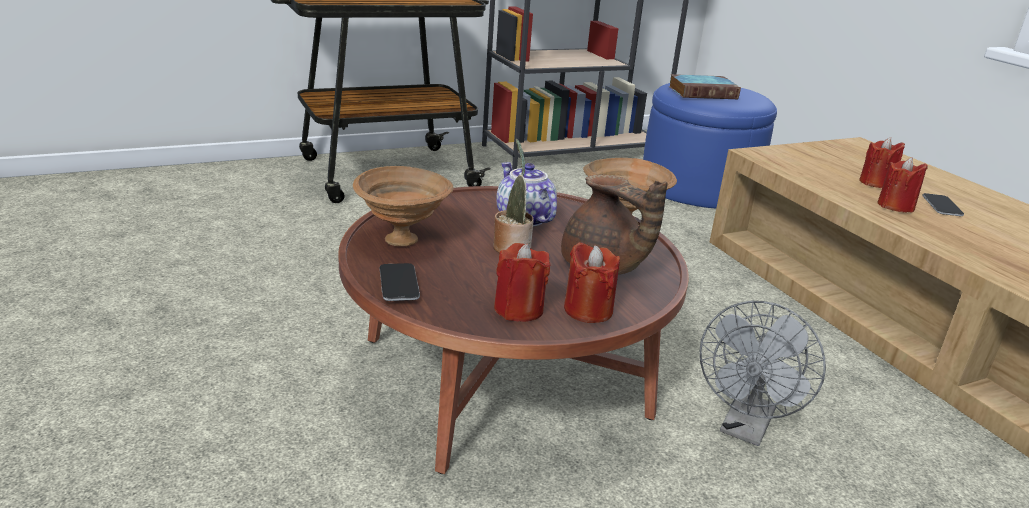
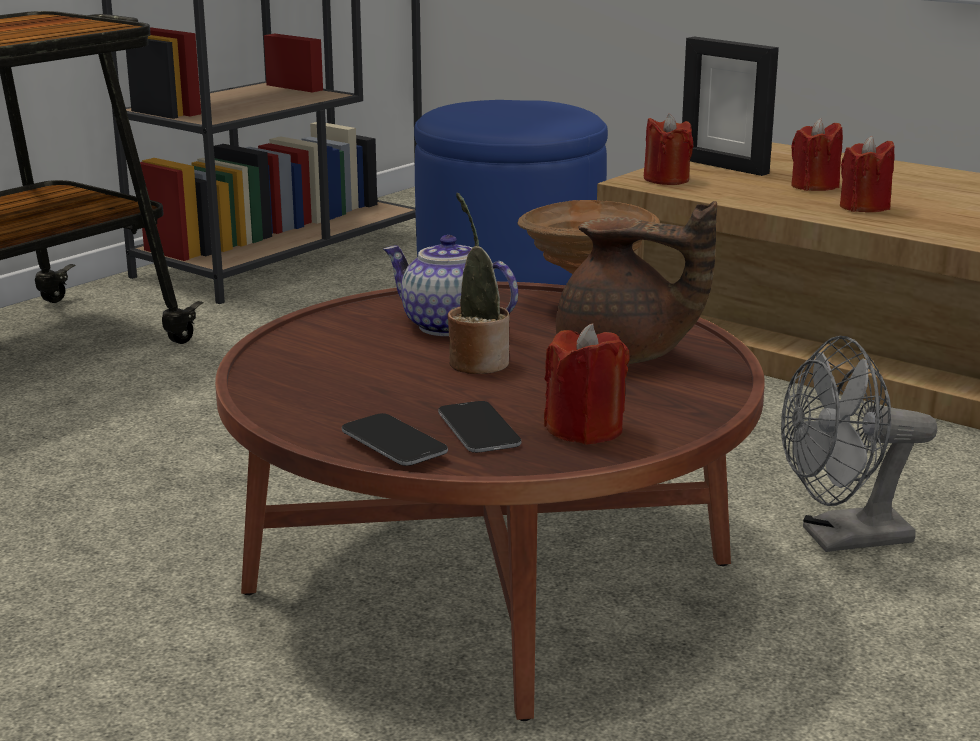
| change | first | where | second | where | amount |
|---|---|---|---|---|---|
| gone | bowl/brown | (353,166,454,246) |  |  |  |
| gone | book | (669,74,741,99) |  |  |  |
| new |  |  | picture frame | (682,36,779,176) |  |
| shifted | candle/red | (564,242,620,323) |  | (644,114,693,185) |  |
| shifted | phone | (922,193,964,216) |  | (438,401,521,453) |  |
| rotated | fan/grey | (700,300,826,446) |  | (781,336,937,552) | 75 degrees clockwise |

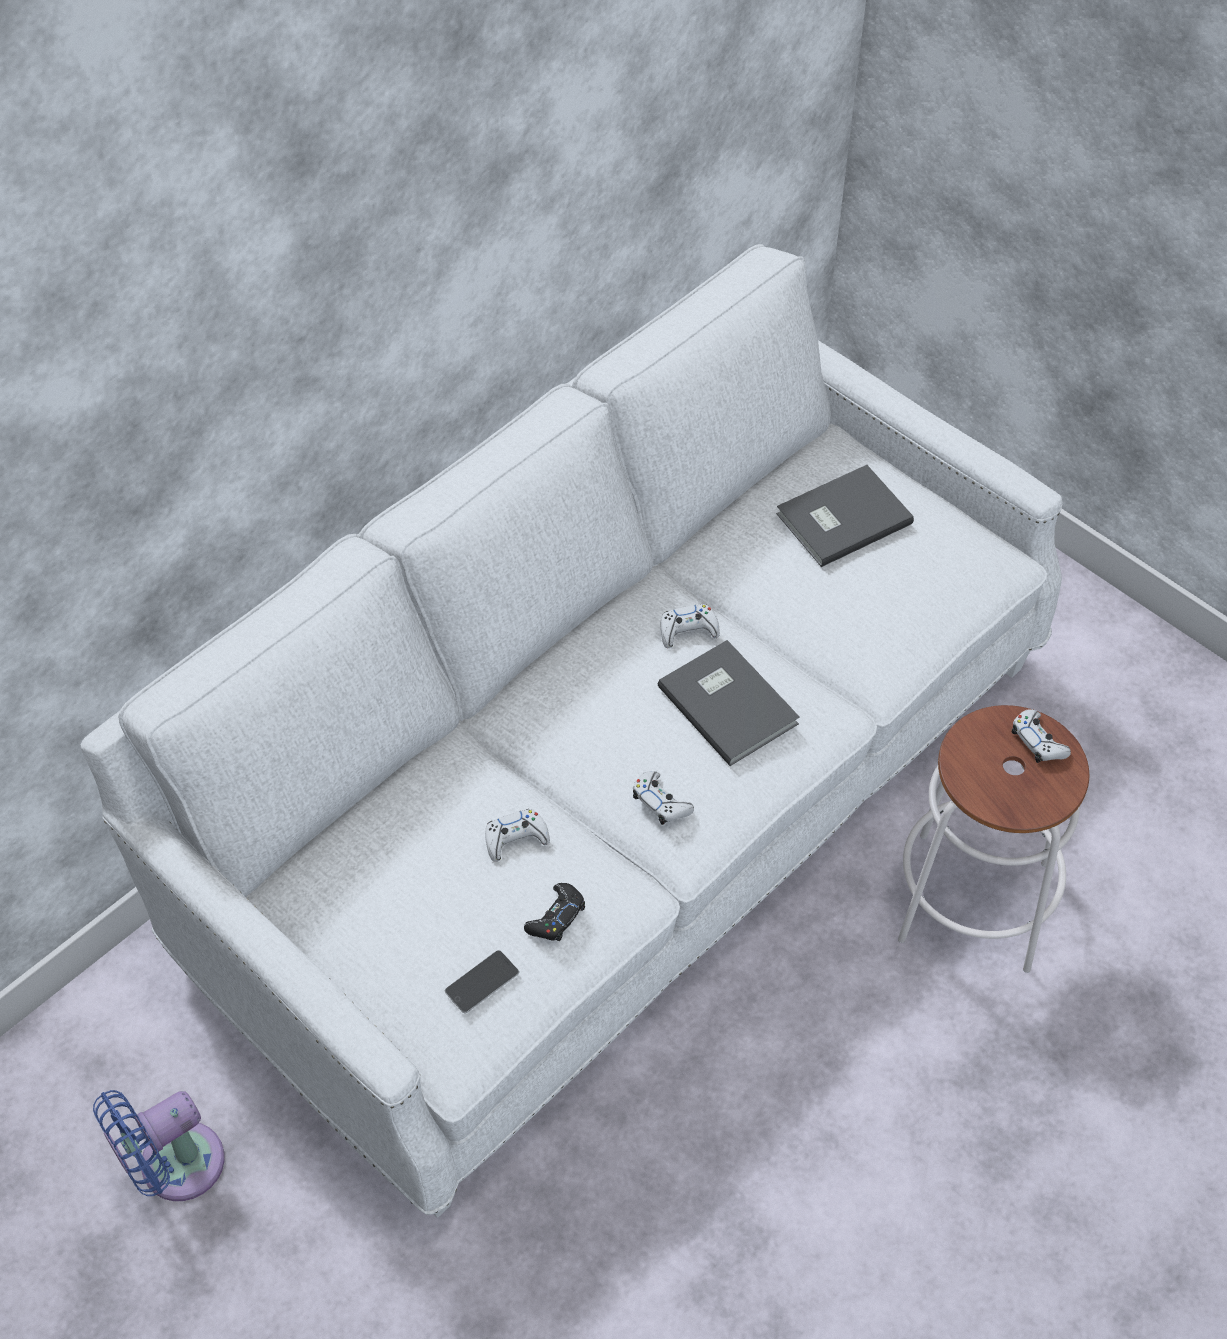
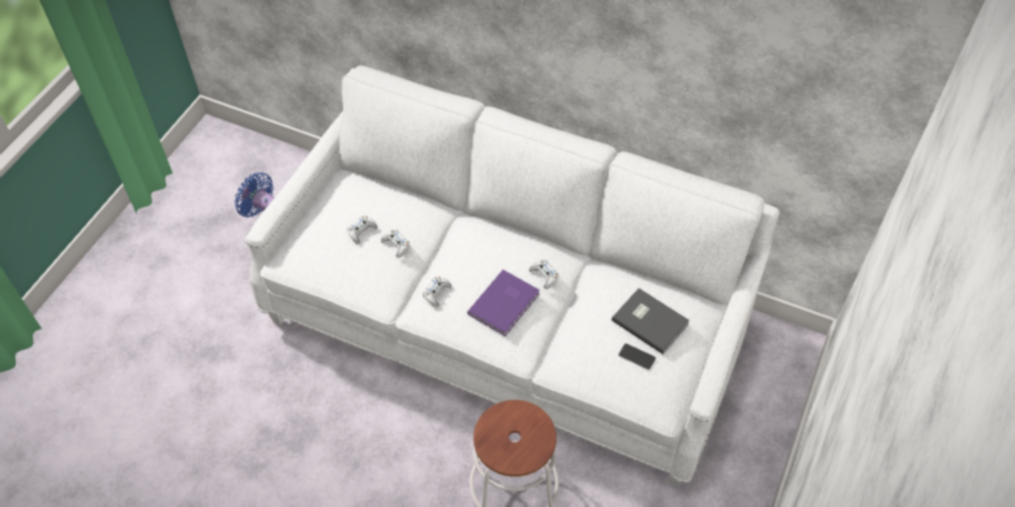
| change | first | where | second | where | amount |
|---|---|---|---|---|---|
| gone | game controller/black | (524,883,585,941) |  |  |  |
| shifted | phone | (445,950,519,1013) |  | (618,343,656,370) |  |
| shifted | game controller/white | (1012,709,1071,763) |  | (347,216,377,244) |  |
| repainted | book/grey | (658,640,800,766) | book/purple | (467,270,540,336) |  |

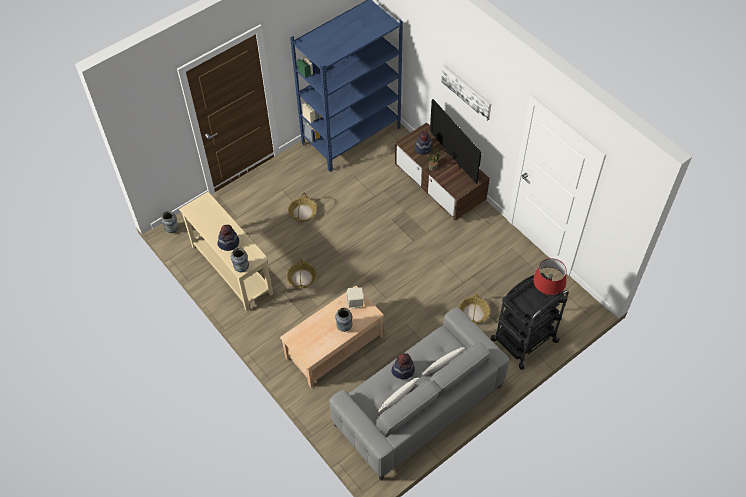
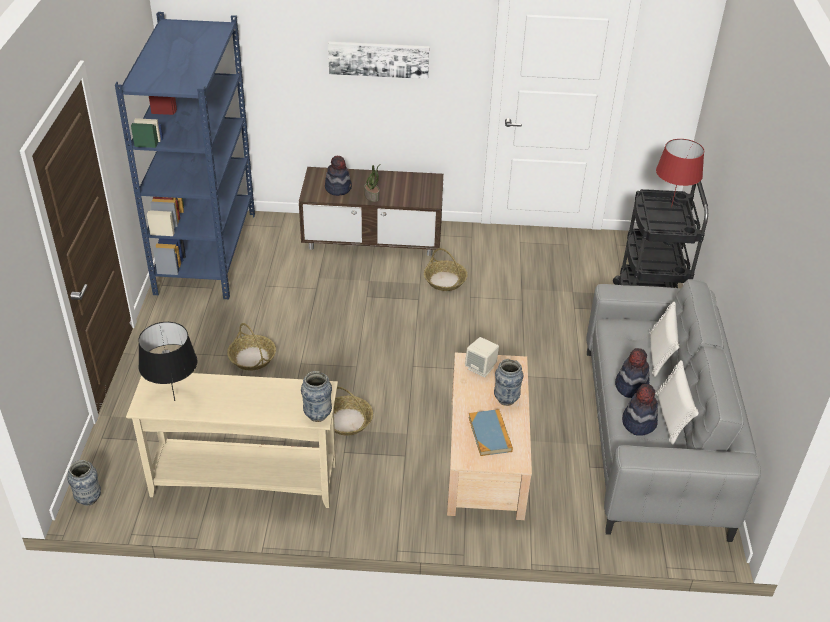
| change | first | where | second | where | amount |
|---|---|---|---|---|---|
| gone | television | (430,99,482,184) |  |  |  |
| new |  |  | table lamp/black | (138,322,198,401) |  |
| new |  |  | book | (468,409,513,456) |  |
| shifted | hat | (217,225,239,251) |  | (622,384,658,436) |  |
| shifted | basket | (459,292,490,324) |  | (424,248,468,291) |  |

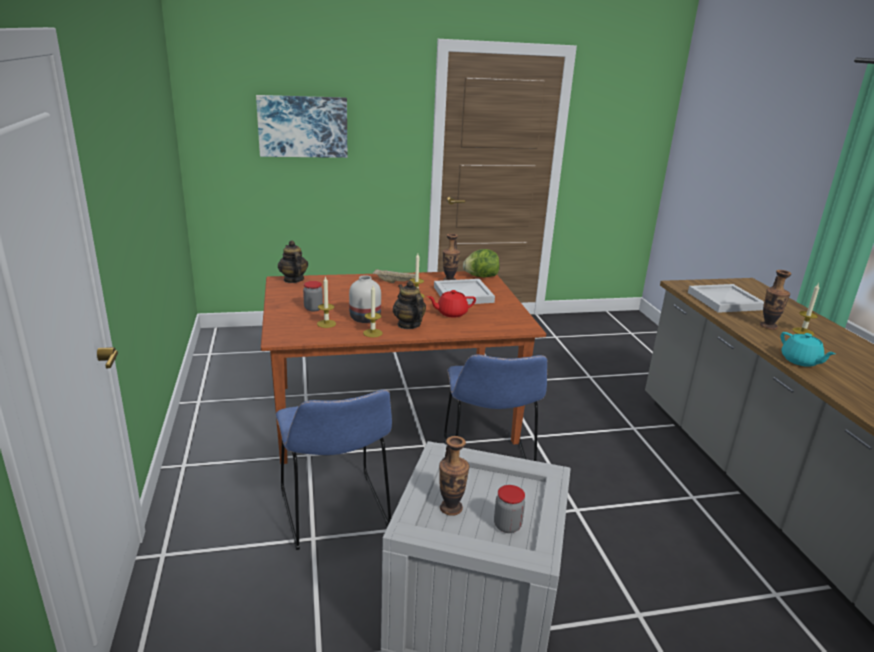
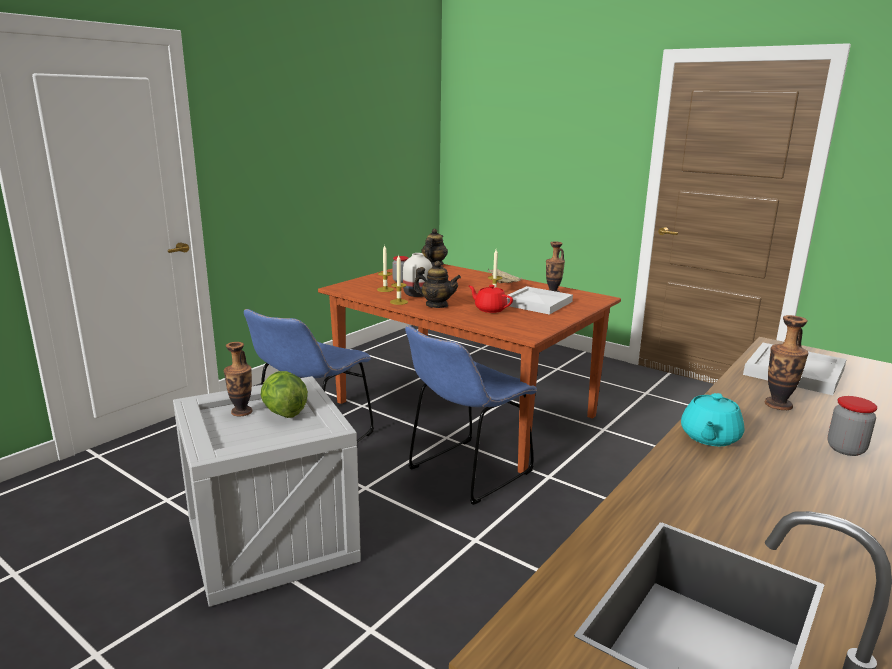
| change | first | where | second | where | amount |
|---|---|---|---|---|---|
| gone | picture | (256,95,347,158) |  |  |  |
| gone | candle | (793,284,819,336) |  |  |  |
| shifted | lettuce | (463,249,500,277) |  | (261,371,308,418) |  |
| shifted | jar | (494,485,525,533) |  | (828,396,877,456) |  |
| rotated | teapot | (393,281,426,329) |  | (413,261,461,308) | 90 degrees clockwise |

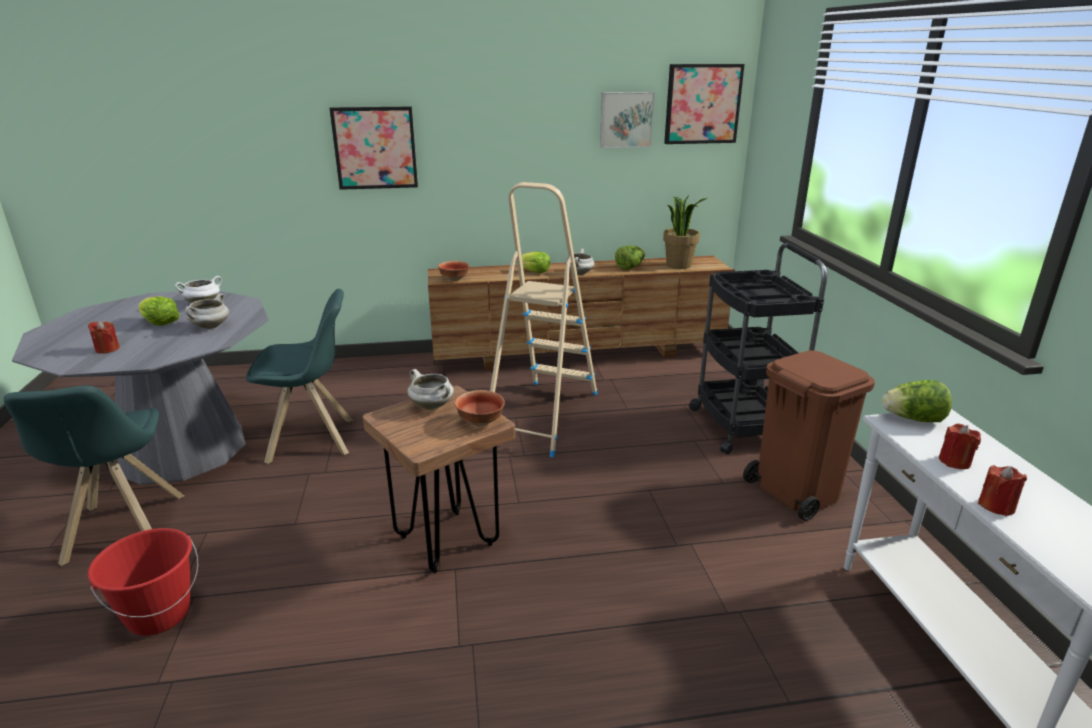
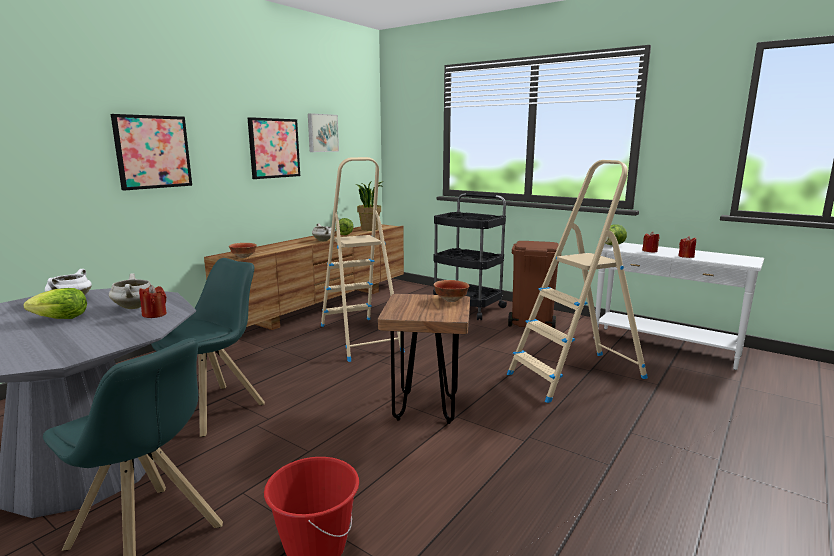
| change | first | where | second | where | amount |
|---|---|---|---|---|---|
| gone | cooking pot/white | (407,369,454,410) |  |  |  |
| gone | lettuce | (516,252,550,273) |  |  |  |
| new |  |  | step ladder/beige | (507,160,648,403) |  |
| shifted | candle/red | (88,321,120,354) |  | (139,285,167,318) |  |
| shifted | picture | (664,64,745,144) |  | (248,117,300,179) |  |

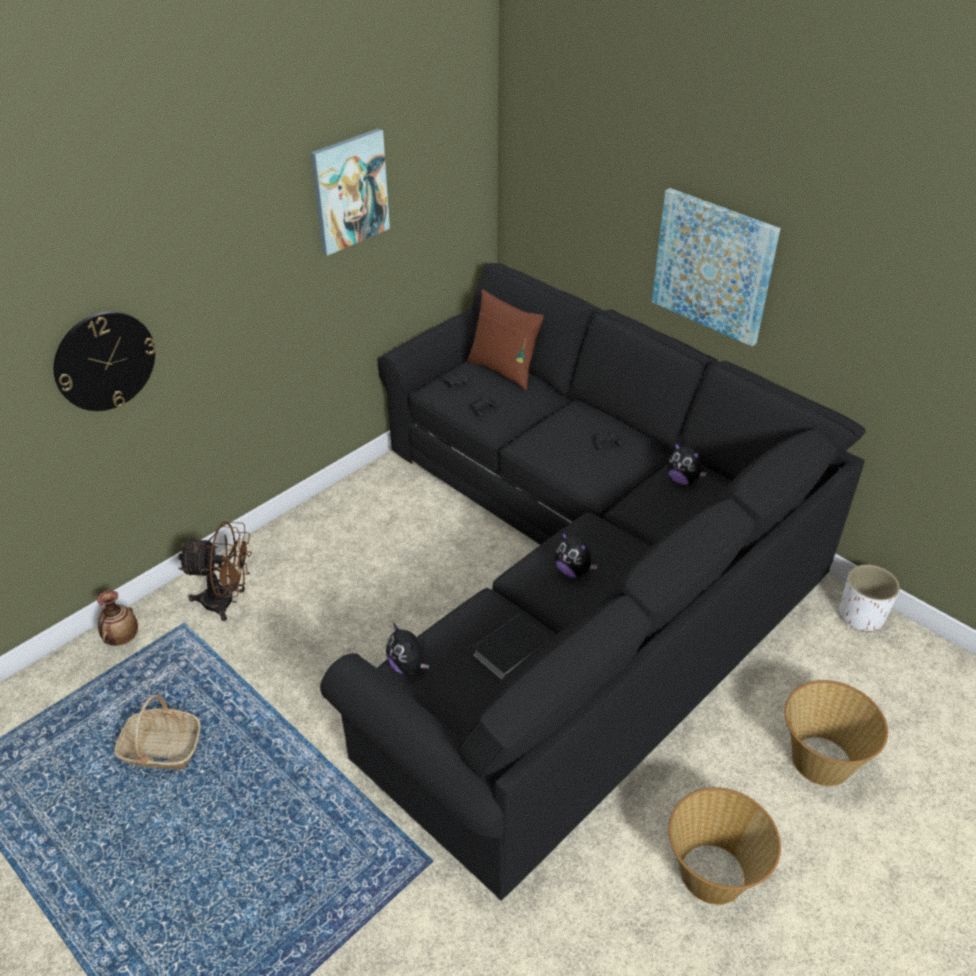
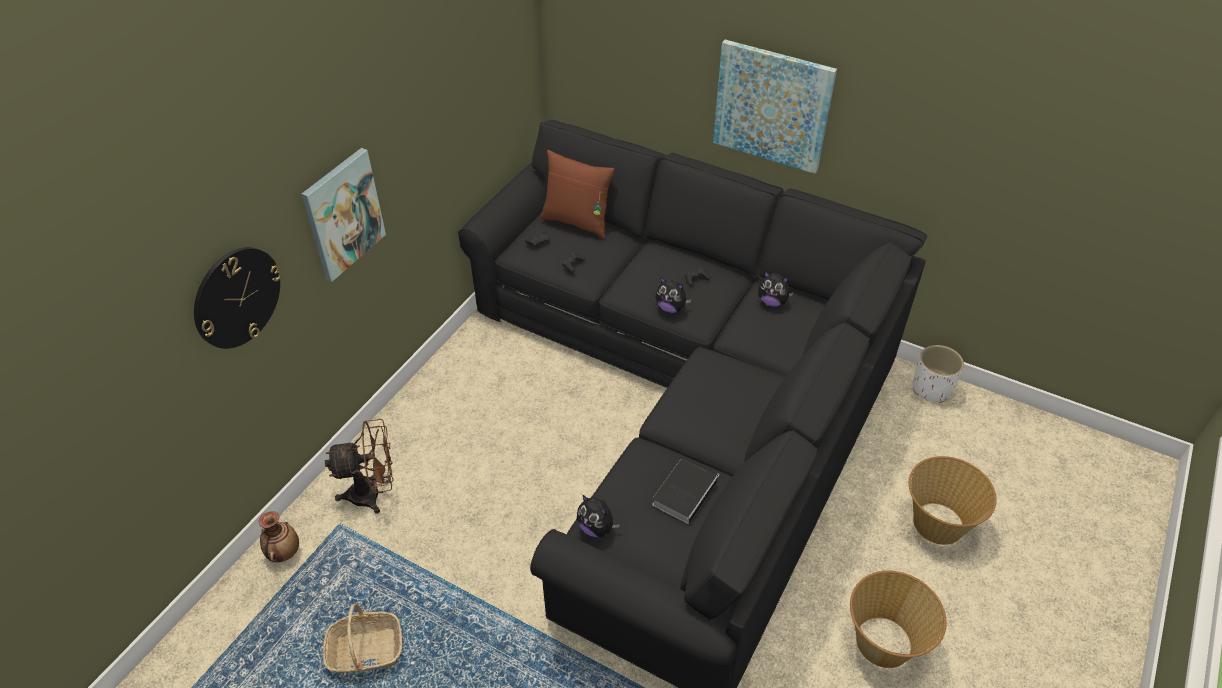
| change | first | where | second | where | amount |
|---|---|---|---|---|---|
| shifted | picture | (311,128,390,256) |  | (301,148,386,282) |  |
| shifted | plush toy | (555,531,598,578) |  | (655,277,691,313) |  |

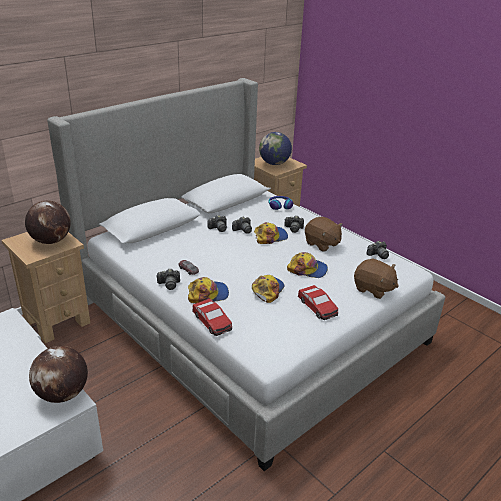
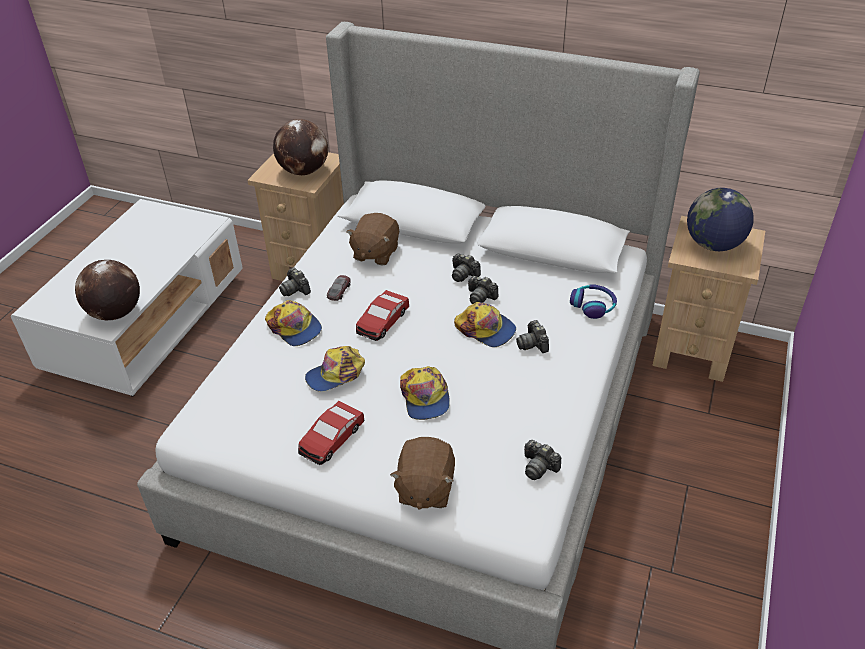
| change | first | where | second | where | amount |
|---|---|---|---|---|---|
| shifted | toy car | (192,299,232,336) |  | (356,290,409,341) |  |
| shifted | plush toy/brown | (305,217,343,252) |  | (346,213,399,266) |  |
| rotated | cap | (252,275,285,303) |  | (305,346,365,392) | 150 degrees clockwise |

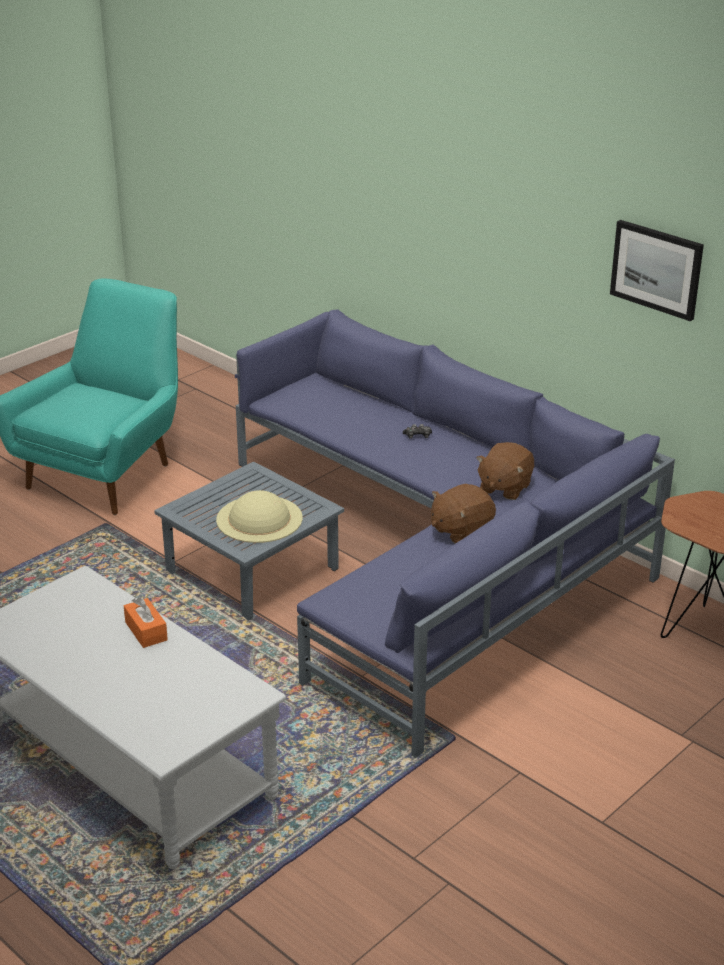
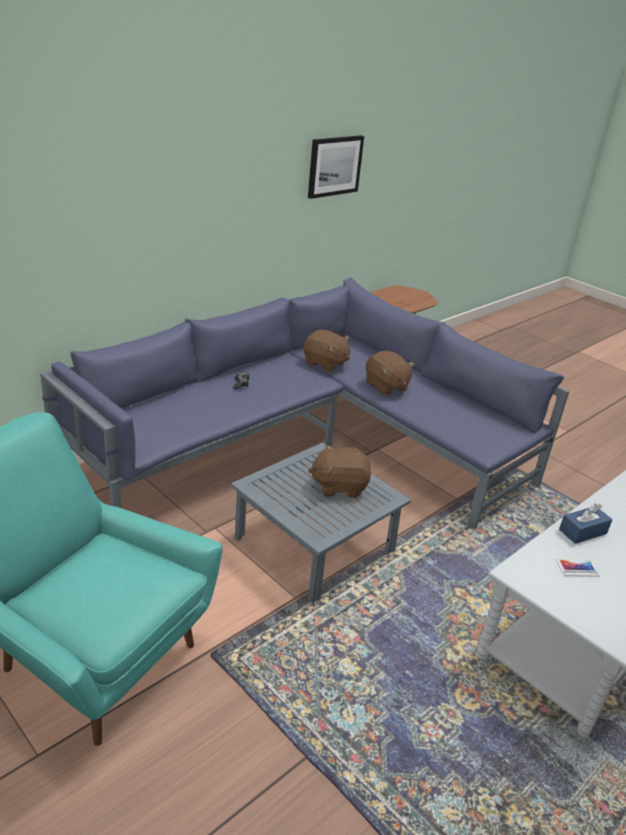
| change | first | where | second | where | amount |
|---|---|---|---|---|---|
| new |  |  | phone | (556,558,600,577) |  |
| swapped | hat/beige | (216,490,303,543) | plush toy/brown | (308,444,371,498) |  |
| repainted | tissue box/orange | (124,597,168,648) | tissue box/blue | (559,503,612,544) |  |

